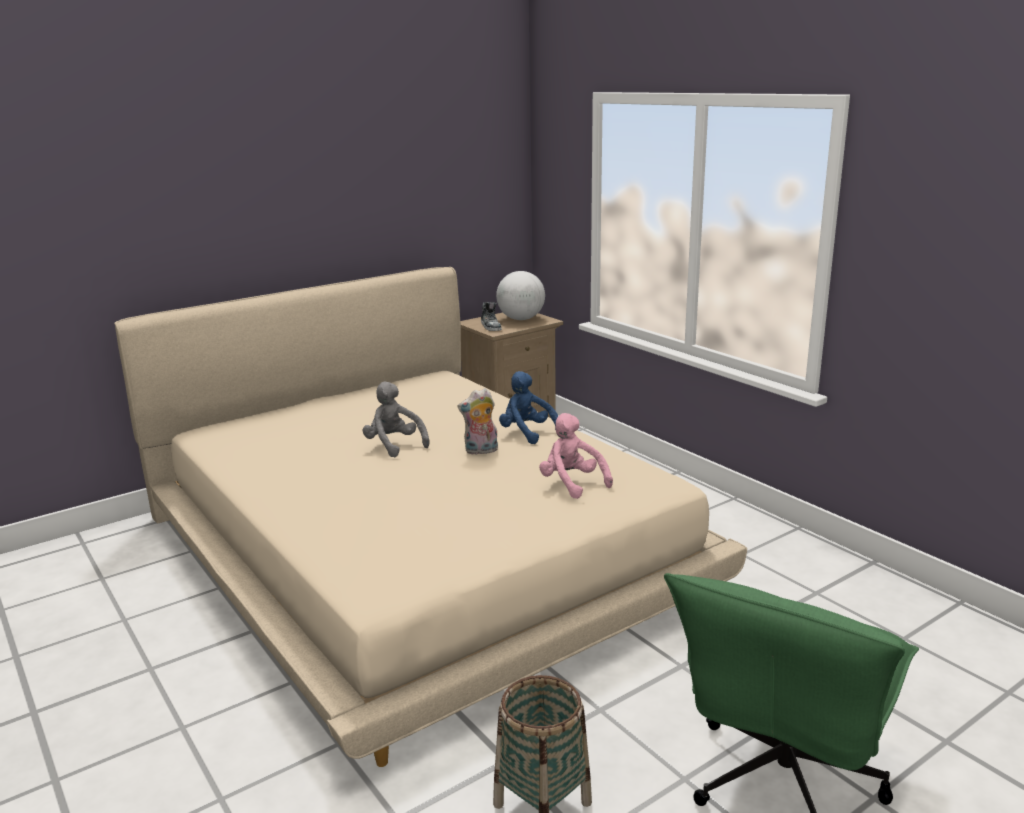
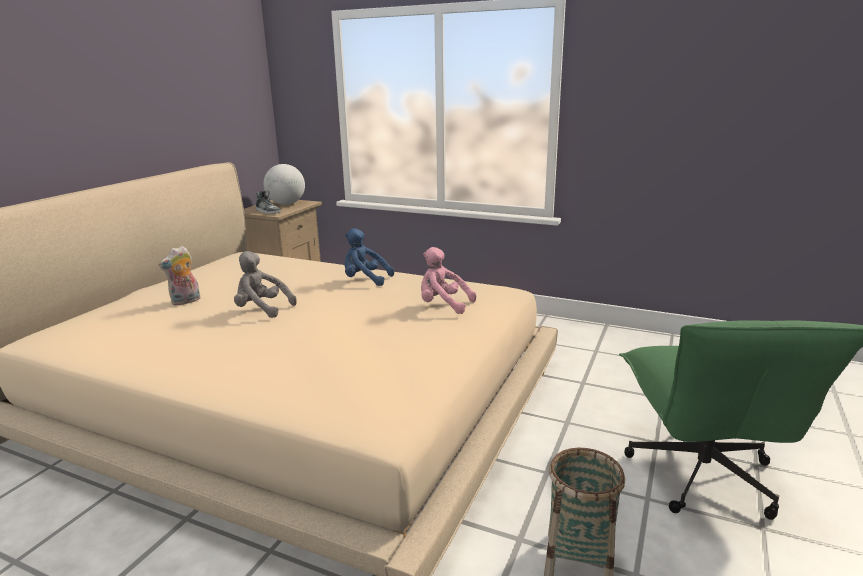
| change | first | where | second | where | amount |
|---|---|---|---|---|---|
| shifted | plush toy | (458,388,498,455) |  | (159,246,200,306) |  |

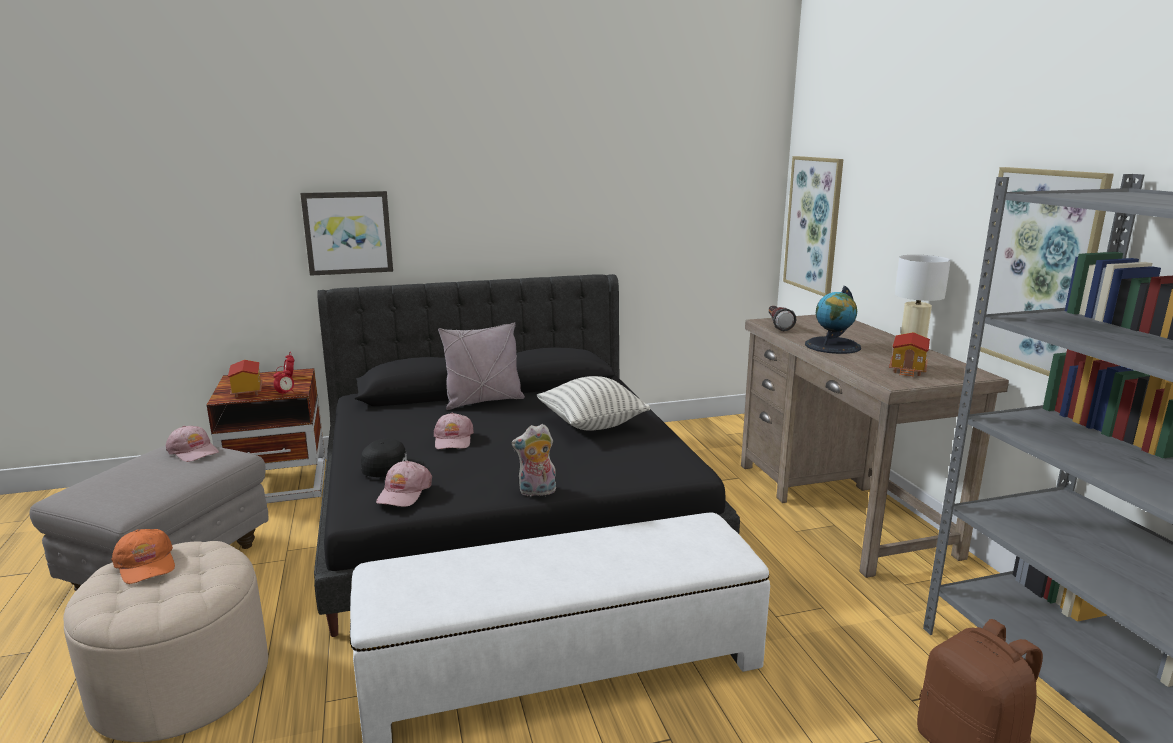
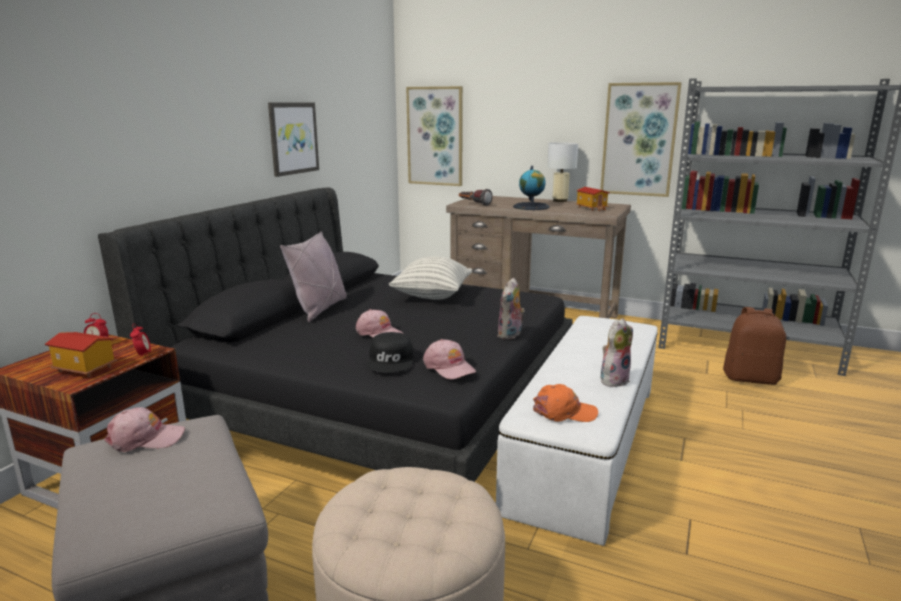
| change | first | where | second | where | amount |
|---|---|---|---|---|---|
| new |  |  | plush toy | (601,318,633,387) |  |
| shifted | cap/orange | (111,529,175,584) |  | (533,384,598,422) |  |
| shifted | picture | (300,191,393,276) |  | (268,103,319,177) |  |
| rotated | cap/black | (361,439,424,477) |  | (367,332,413,373) | 150 degrees clockwise |

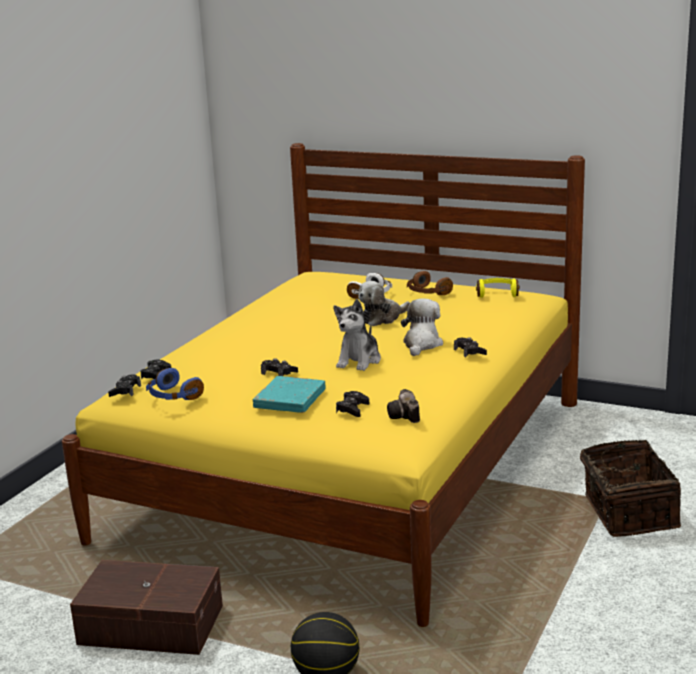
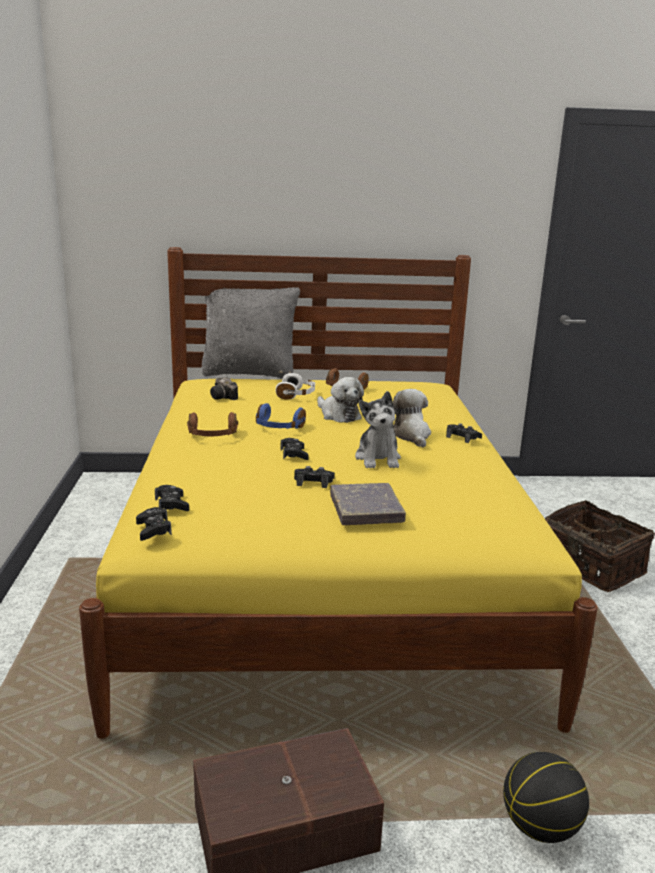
| change | first | where | second | where | amount |
|---|---|---|---|---|---|
| gone | headphones/yellow | (476,278,520,298) |  |  |  |
| new |  |  | headphones/brown | (187,412,238,436) |  |
| new |  |  | pillow/grey | (201,287,301,378) |  |
| shifted | headphones/blue | (146,368,204,400) |  | (256,403,306,429) |  |
| shifted | game controller/black | (336,391,369,417) |  | (281,438,309,460) |  |
| shifted | photo camera | (387,389,420,423) |  | (210,377,238,400) |  |
| repainted | book/turquoise | (253,376,326,413) | book/grey | (330,483,406,525) |  |
| rotated | plush toy | (358,281,410,326) |  | (317,377,364,423) | 60 degrees counterclockwise |

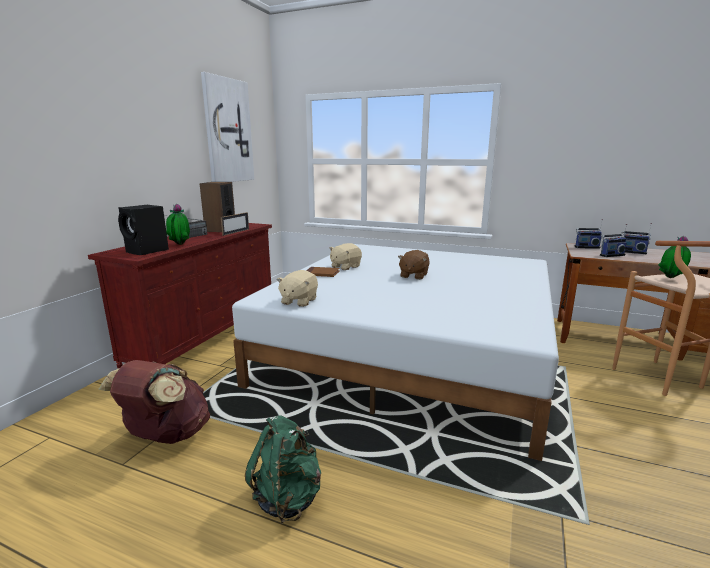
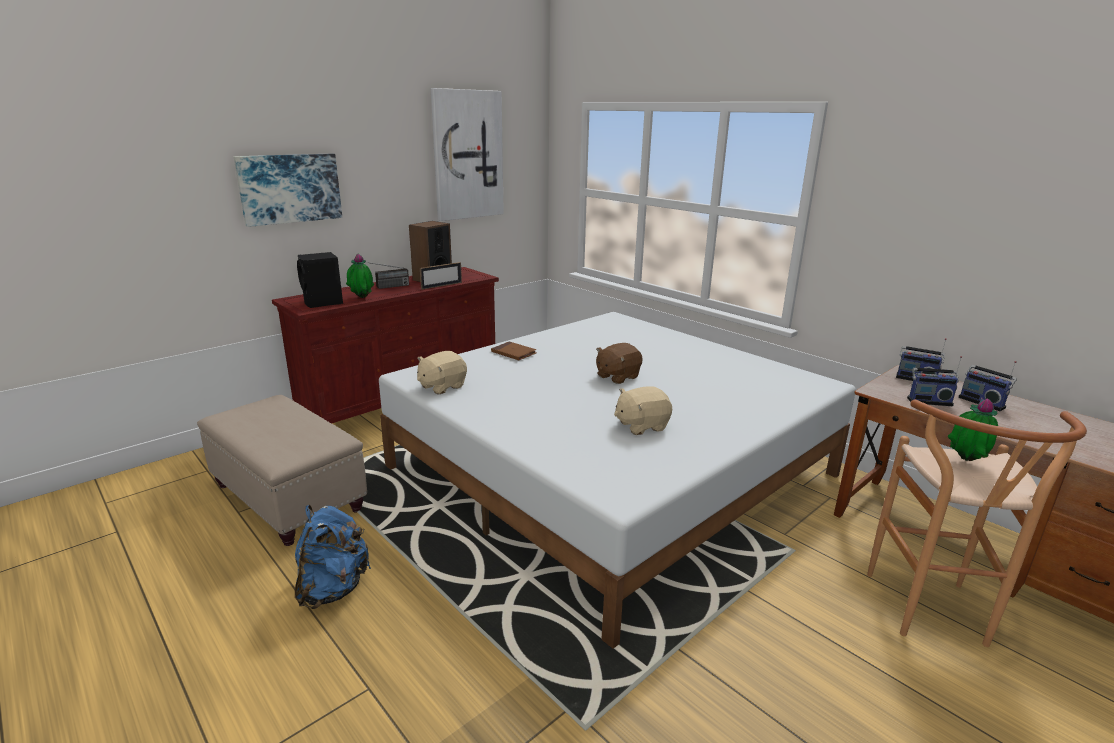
| change | first | where | second | where | amount |
|---|---|---|---|---|---|
| new |  |  | picture | (234,154,342,227) |  |
| shifted | plush toy/beige | (330,243,362,270) |  | (614,386,672,435) |  |
| swapped | backpack/brown | (98,360,210,444) | ottoman/beige | (197,395,367,546) |  |
| repainted | backpack/green | (245,416,321,523) | backpack/blue | (295,505,371,609) |  |

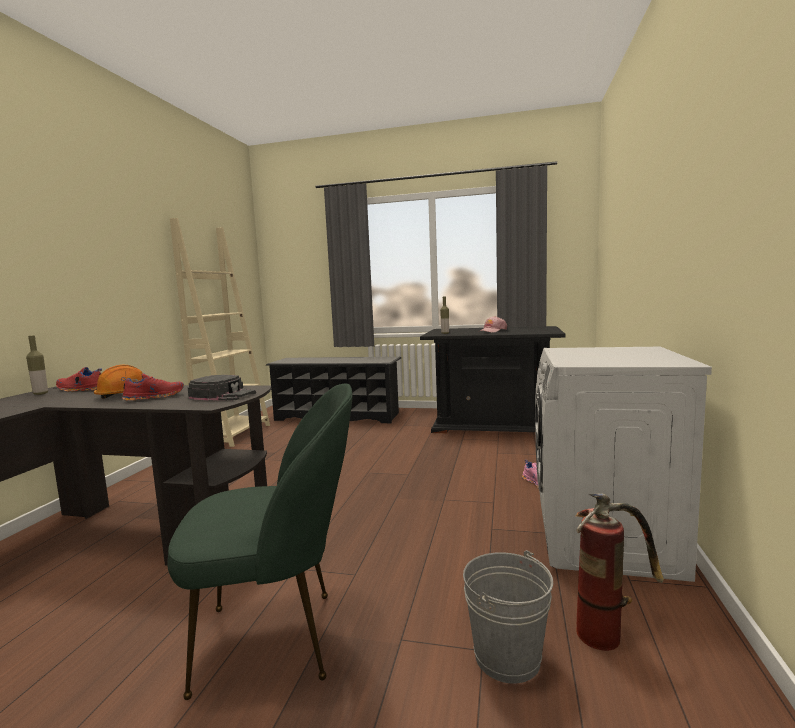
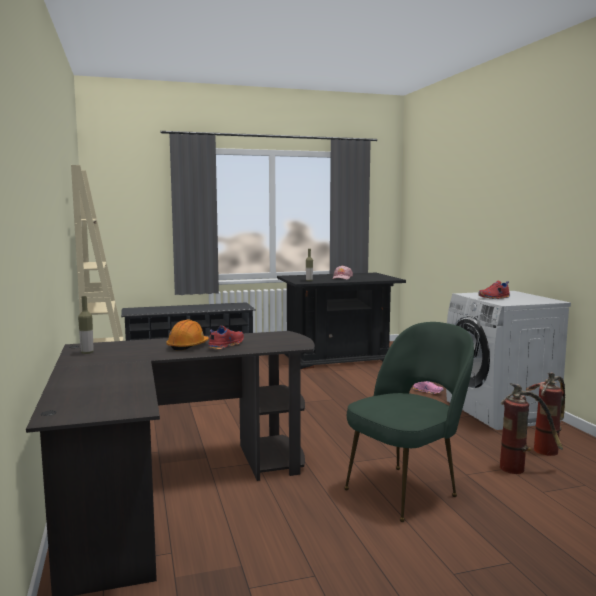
| change | first | where | second | where | amount |
|---|---|---|---|---|---|
| gone | cap/black | (188,375,256,401) |  |  |  |
| shifted | shoe/red | (56,367,102,392) |  | (478,281,510,299) |  |
| swapped | bucket/grey | (463,550,553,683) | fire extinguisher | (500,383,563,474) |  |

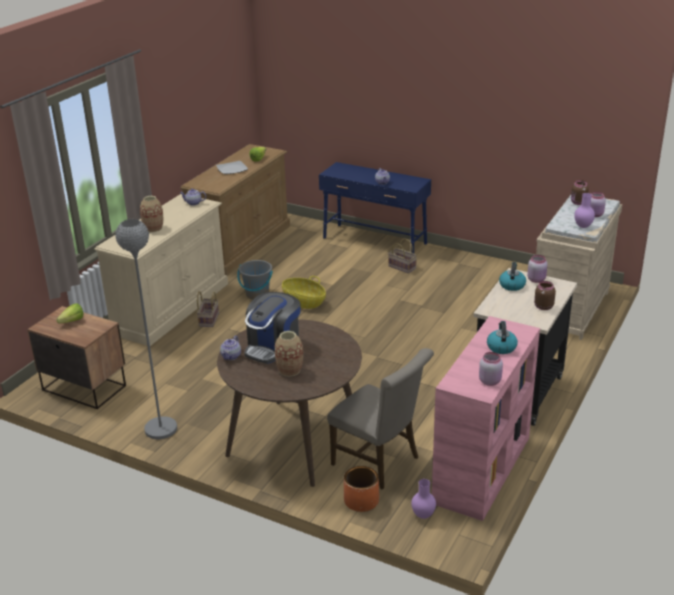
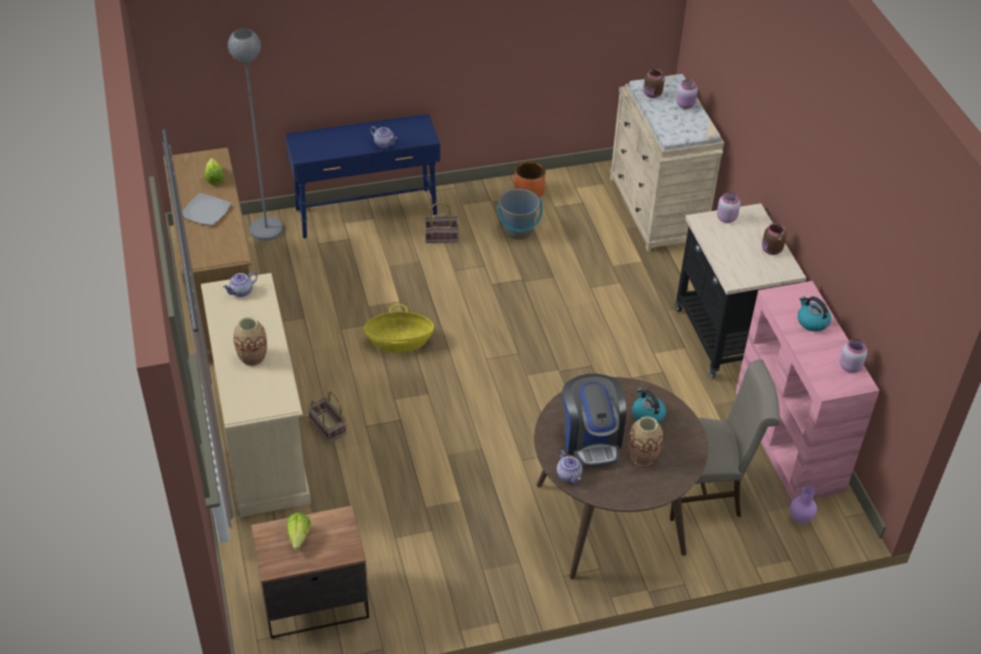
| change | first | where | second | where | amount |
|---|---|---|---|---|---|
| gone | vase/purple | (574,193,595,228) |  |  |  |
| shifted | floor lamp/grey | (115,219,177,439) |  | (228,28,283,241) |  |
| shifted | bucket/grey | (237,260,273,299) |  | (497,189,542,240) |  |
| shifted | planter/orange | (344,466,379,512) |  | (514,161,546,197) |  |
| shifted | kettle | (499,262,526,291) |  | (632,388,666,423) |  |

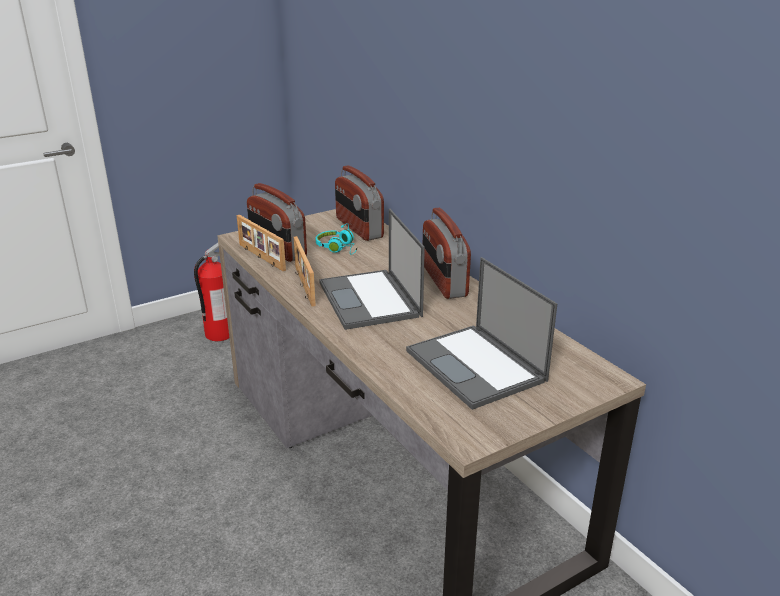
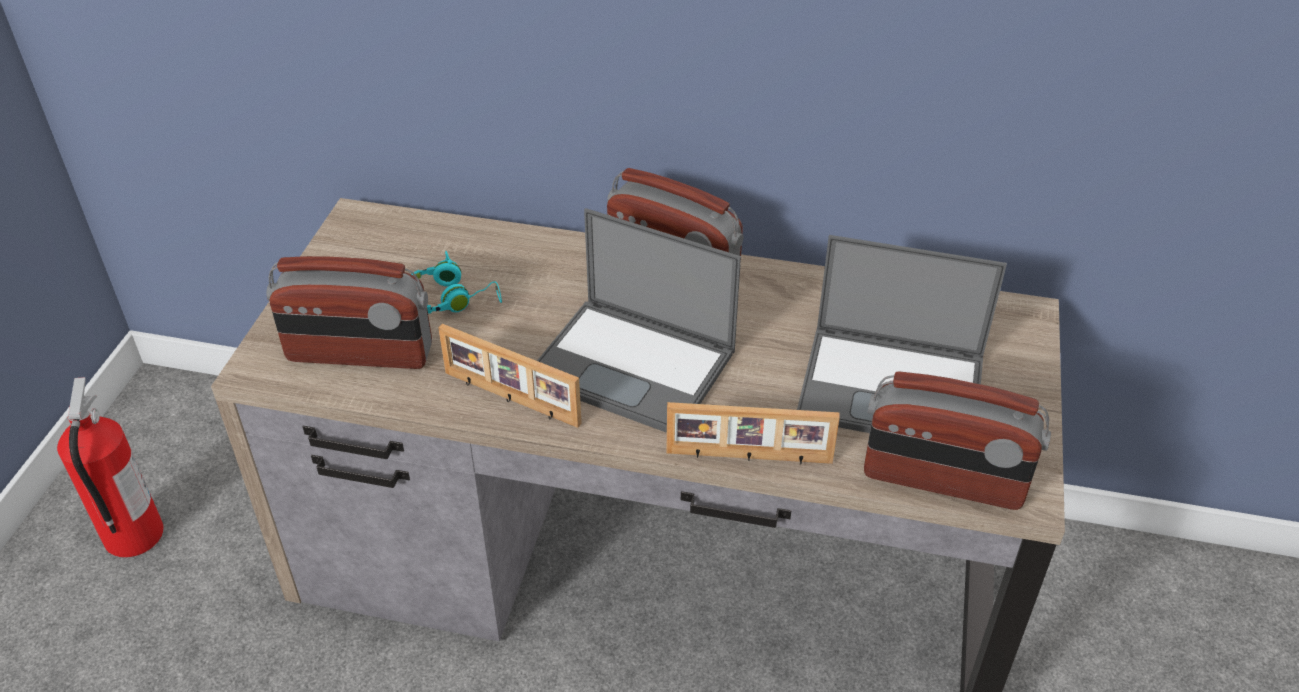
| change | first | where | second | where | amount |
|---|---|---|---|---|---|
| shifted | picture frame | (237,215,286,271) |  | (666,402,840,464) |  |
| shifted | radio | (335,165,384,241) |  | (864,371,1051,510) |  |

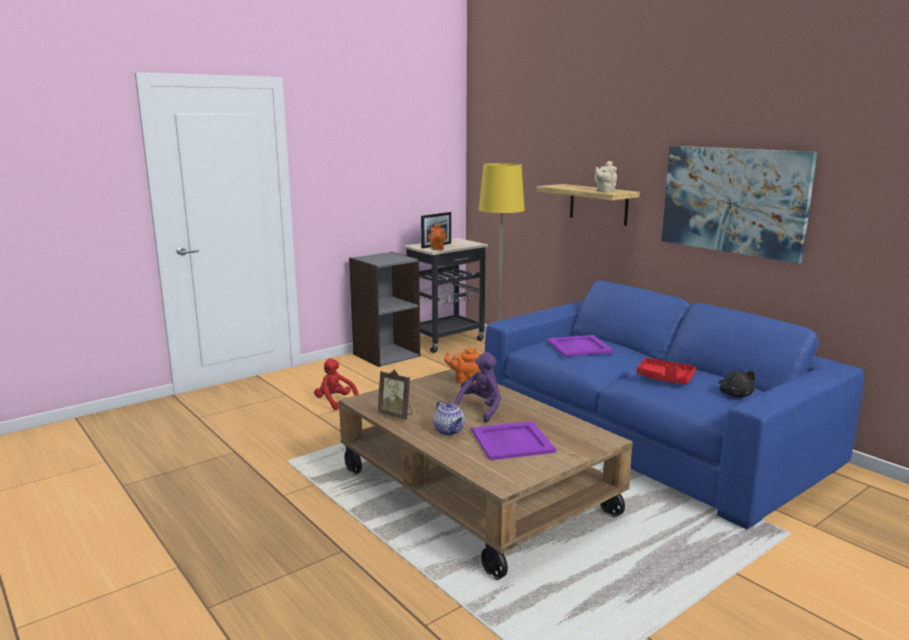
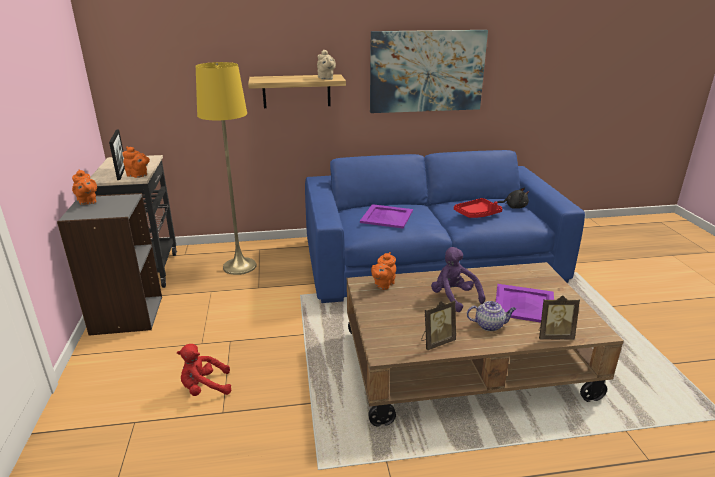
| change | first | where | second | where | amount |
|---|---|---|---|---|---|
| new |  |  | teapot/orange | (72,169,97,205) |  |
| new |  |  | picture frame | (539,295,580,340) |  |

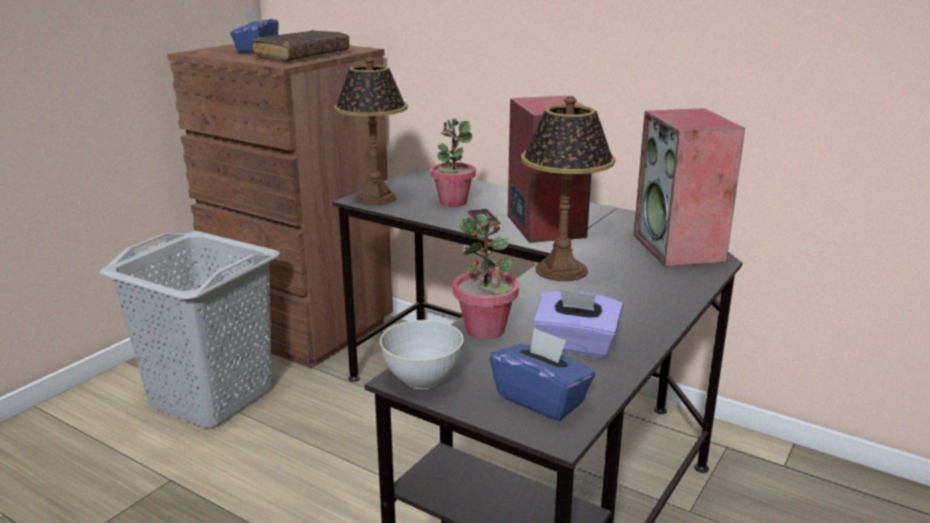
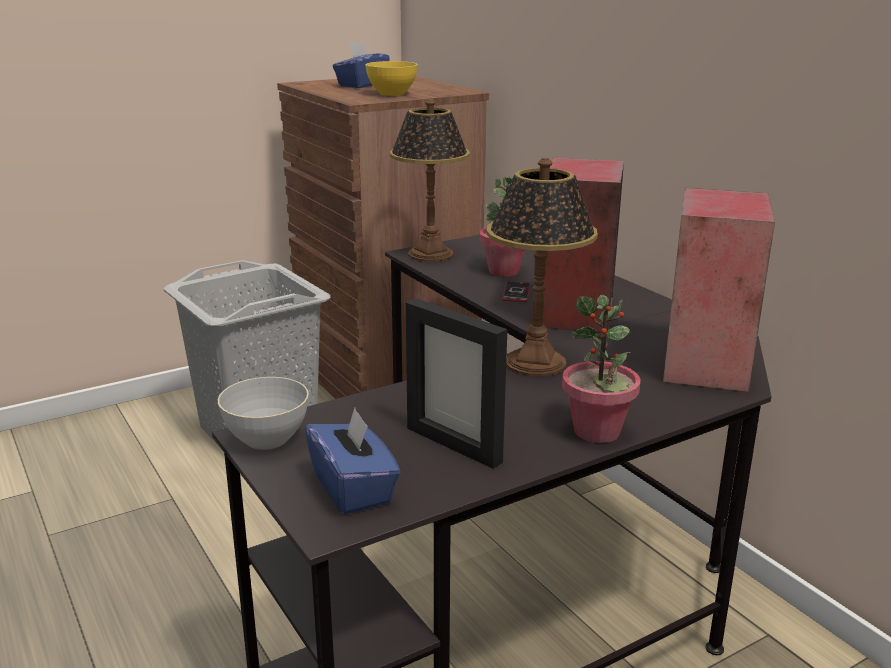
| change | first | where | second | where | amount |
|---|---|---|---|---|---|
| shifted | potted plant | (453,214,519,340) |  | (562,295,641,443) |  |
| swapped | book/brown | (252,30,349,61) | bowl/yellow | (365,61,418,96) |  |
| swapped | tissue box/purple | (533,289,623,357) | picture frame | (406,298,507,469) |  |

